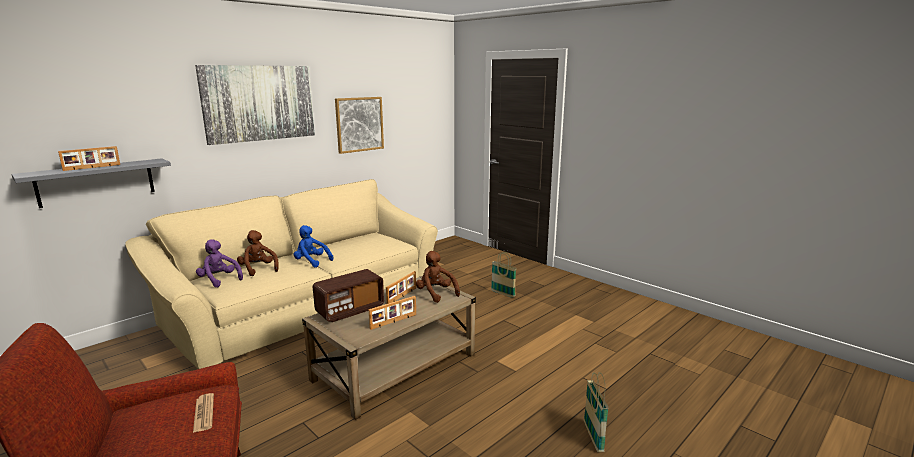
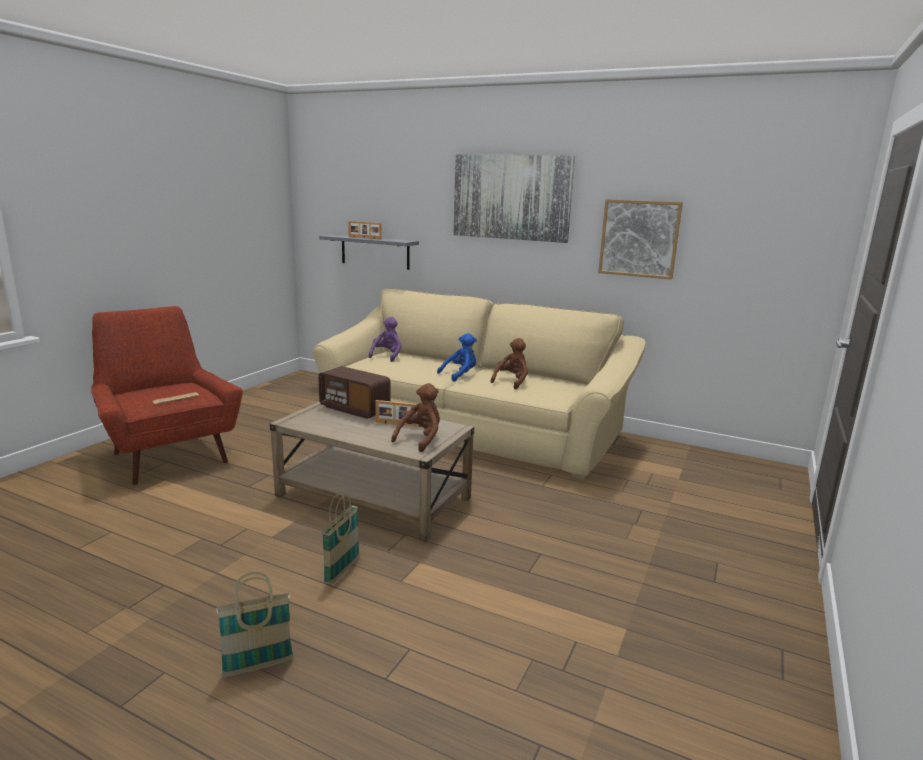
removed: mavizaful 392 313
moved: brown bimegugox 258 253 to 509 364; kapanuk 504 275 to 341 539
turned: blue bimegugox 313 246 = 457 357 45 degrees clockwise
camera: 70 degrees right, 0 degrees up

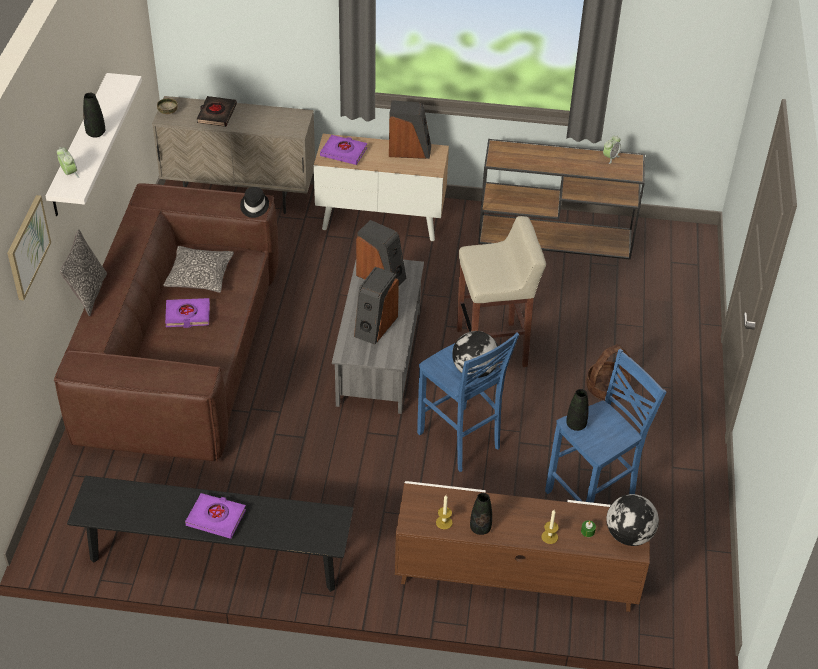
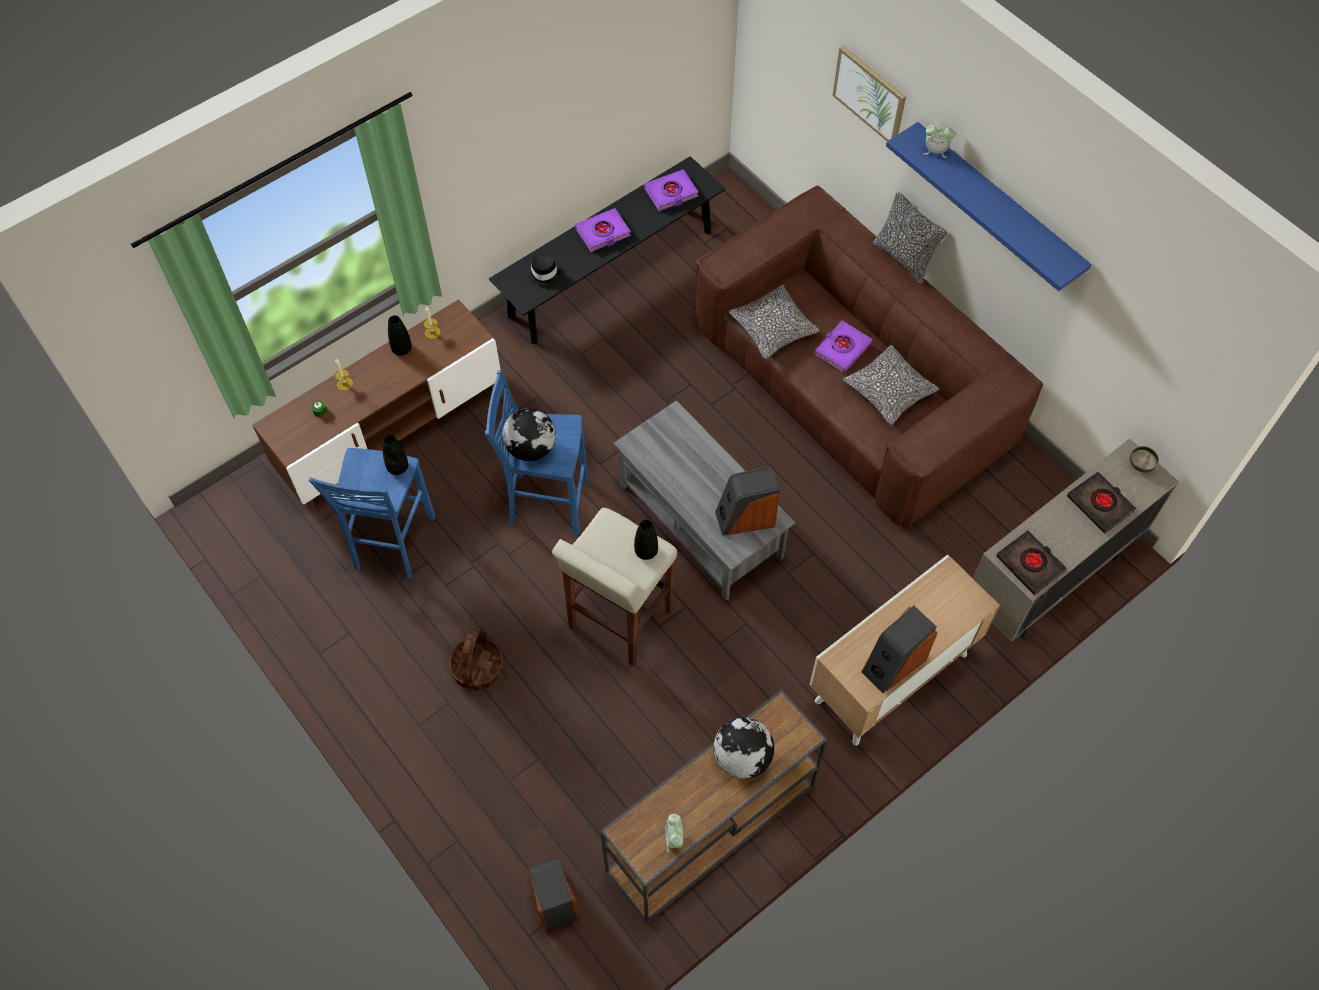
added: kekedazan 774 322; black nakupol 1031 563
moved: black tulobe 94 115 to 646 540; purple nakupol 343 150 to 671 190; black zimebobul 254 202 to 544 269; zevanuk 376 306 to 554 894; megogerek 632 520 to 743 748
recoloured: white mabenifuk 94 144 to blue mabenifuk 989 206
camera: 135 degrees right, 15 degrees up

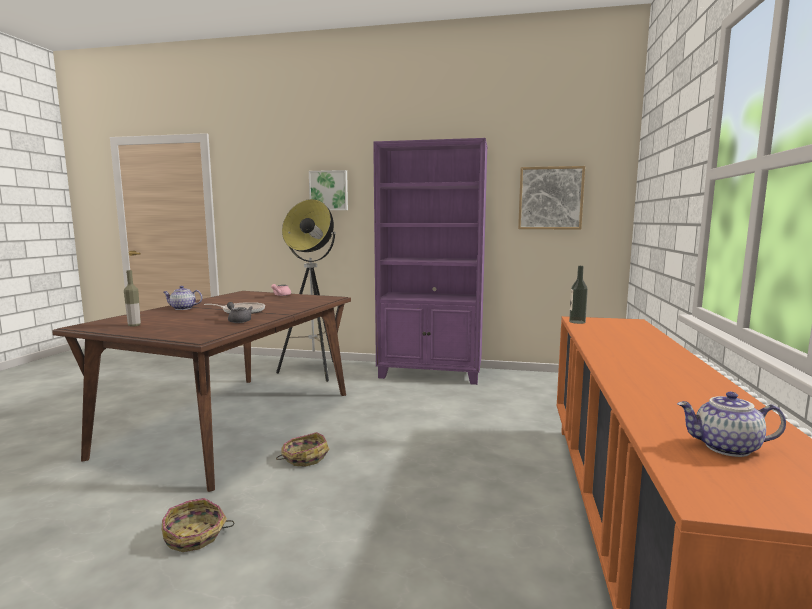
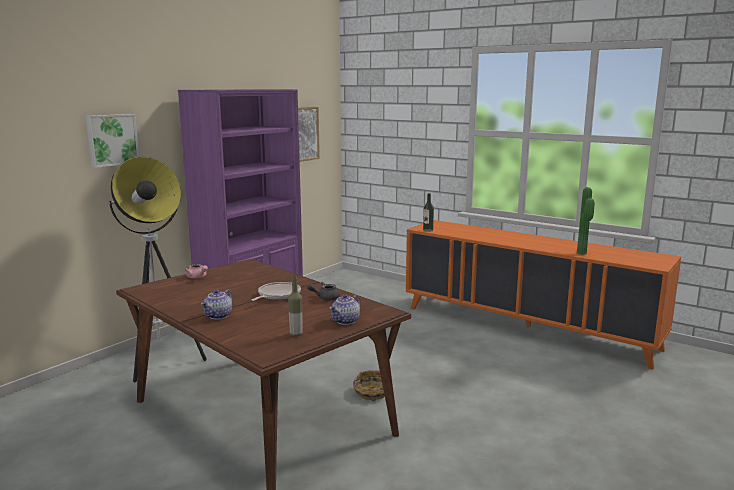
removed: kapanuk 198 525
added: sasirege 586 221
moved: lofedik 731 424 to 345 309
camera: 65 degrees left, 5 degrees up

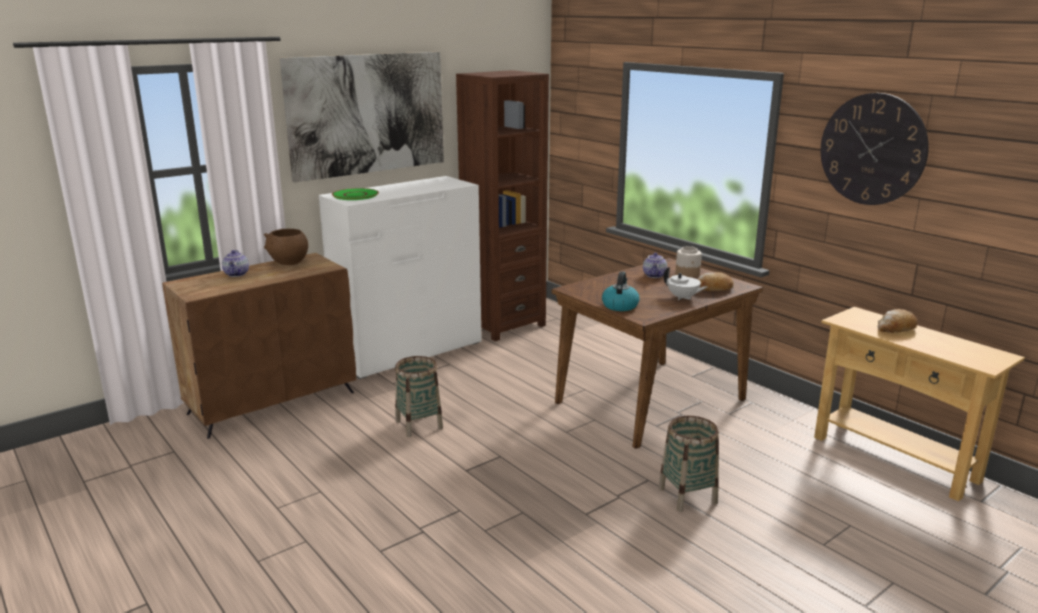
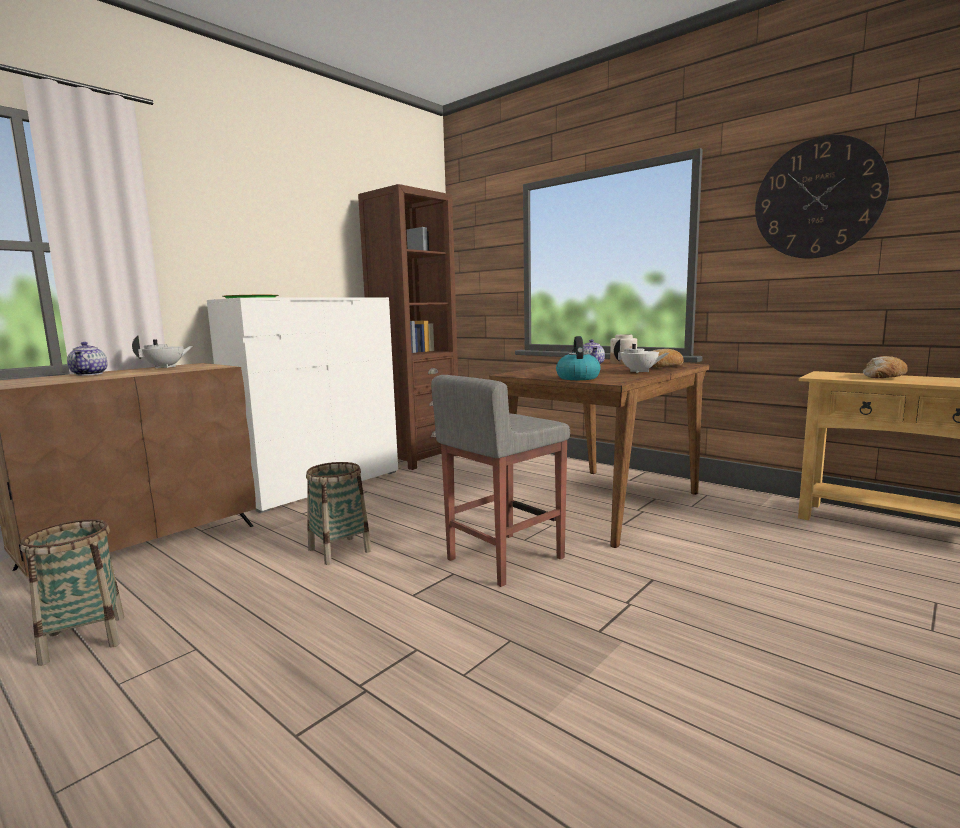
removed: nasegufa 362 117
added: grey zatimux 500 481
moved: kapanuk 688 464 to 72 592
replaced: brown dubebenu 286 247 to white lofedik 162 352
camera: 10 degrees left, 10 degrees down

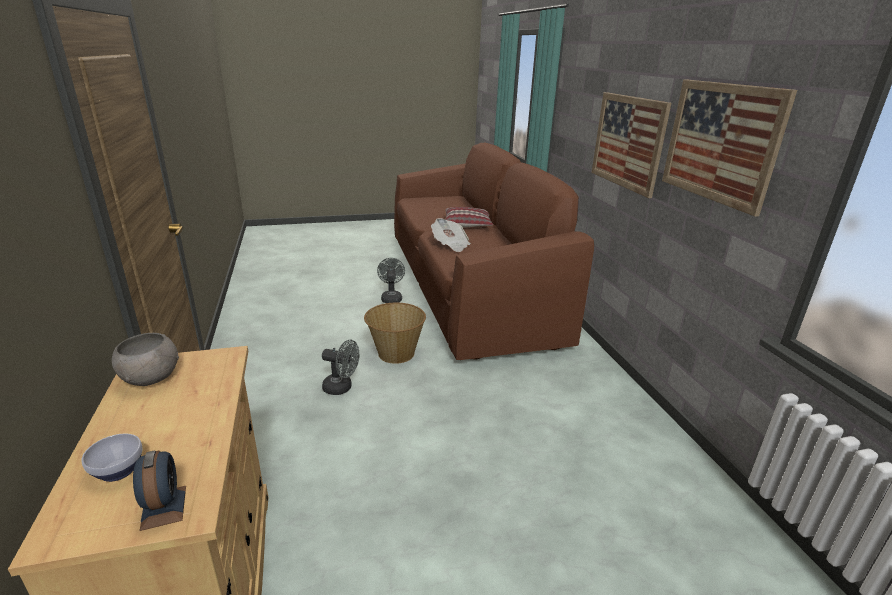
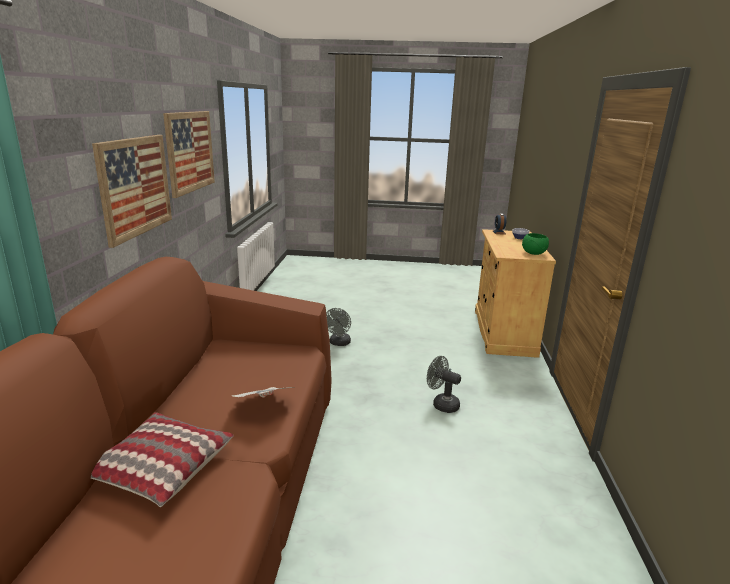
removed: kapanuk 395 333
moved: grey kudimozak 391 280 to 338 327
recoloured: grey dubebenu 145 359 to green dubebenu 535 244
camera: 160 degrees left, 5 degrees down

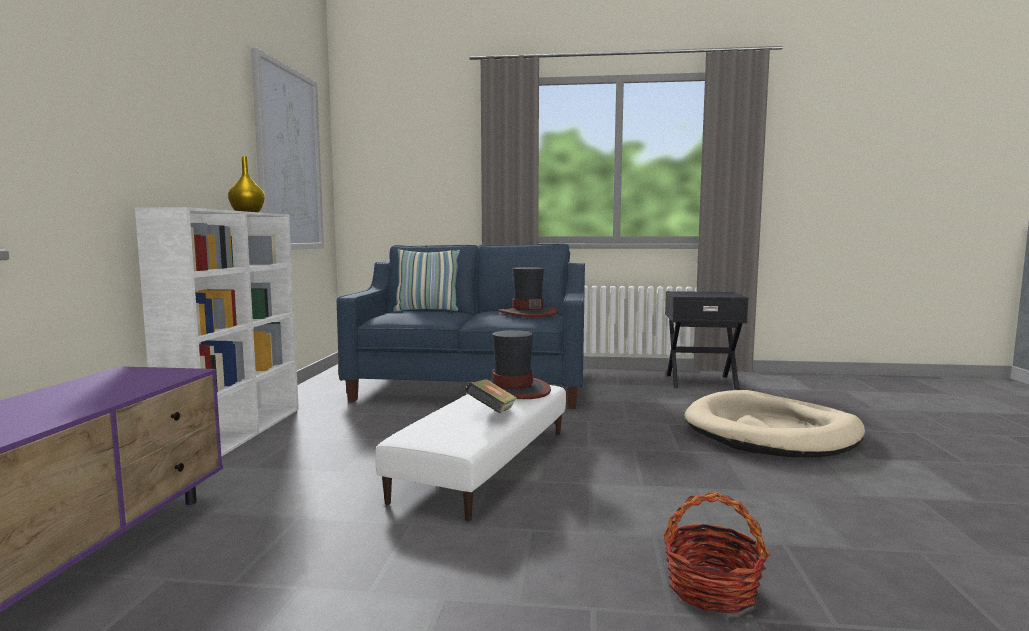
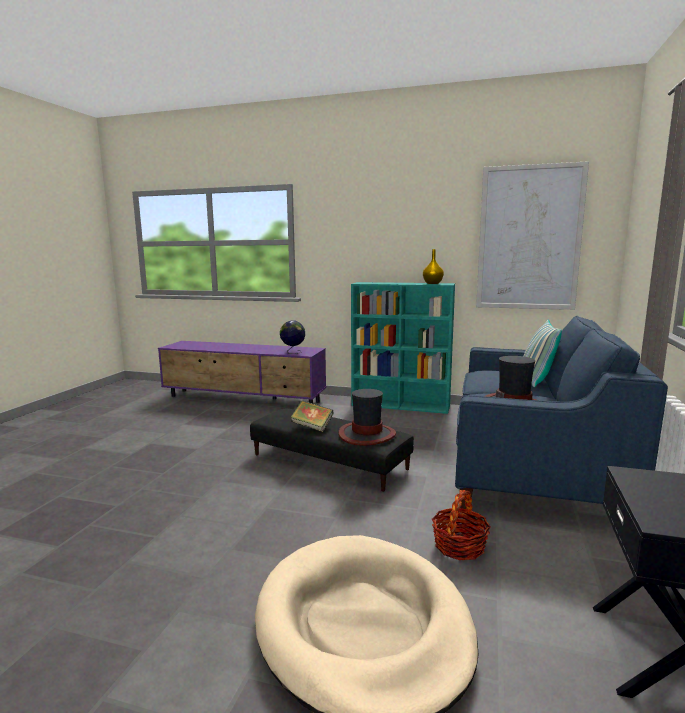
added: megogerek 292 337
moved: kapanuk 716 552 to 461 525
recoloured: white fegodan 217 332 to turquoise fegodan 403 348; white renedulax 470 453 to black renedulax 332 450
camera: 100 degrees right, 5 degrees up

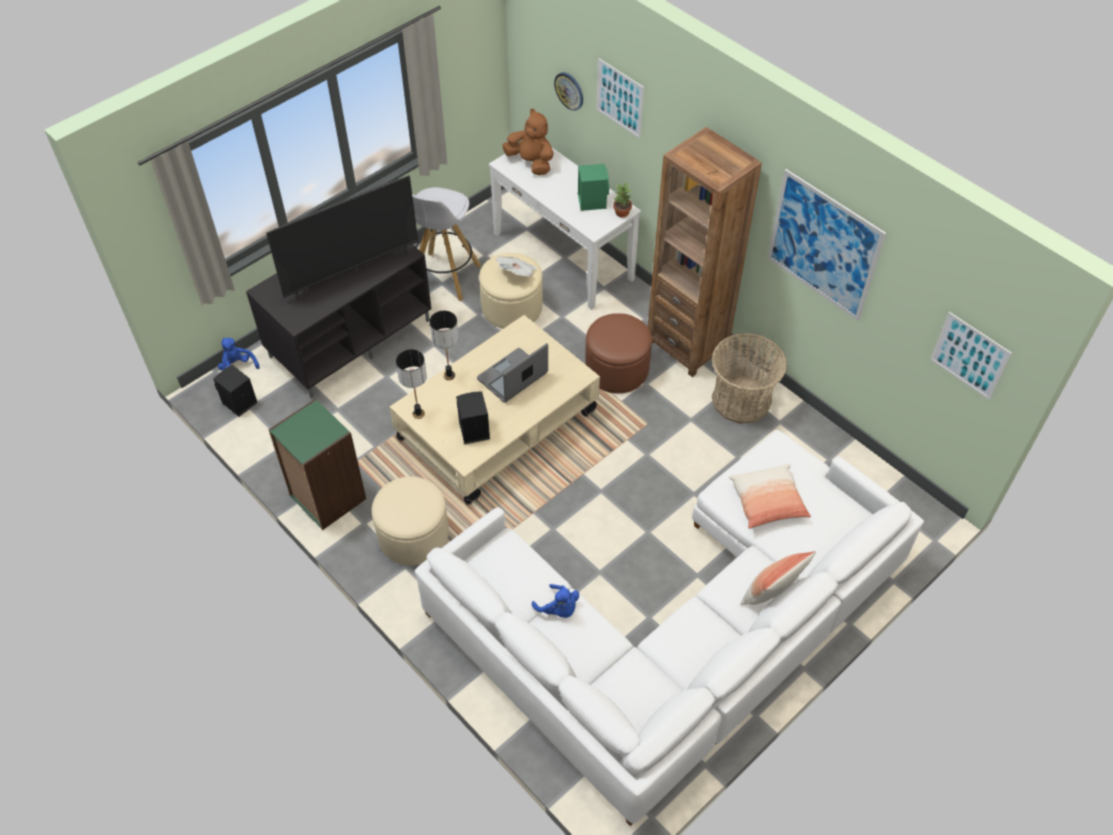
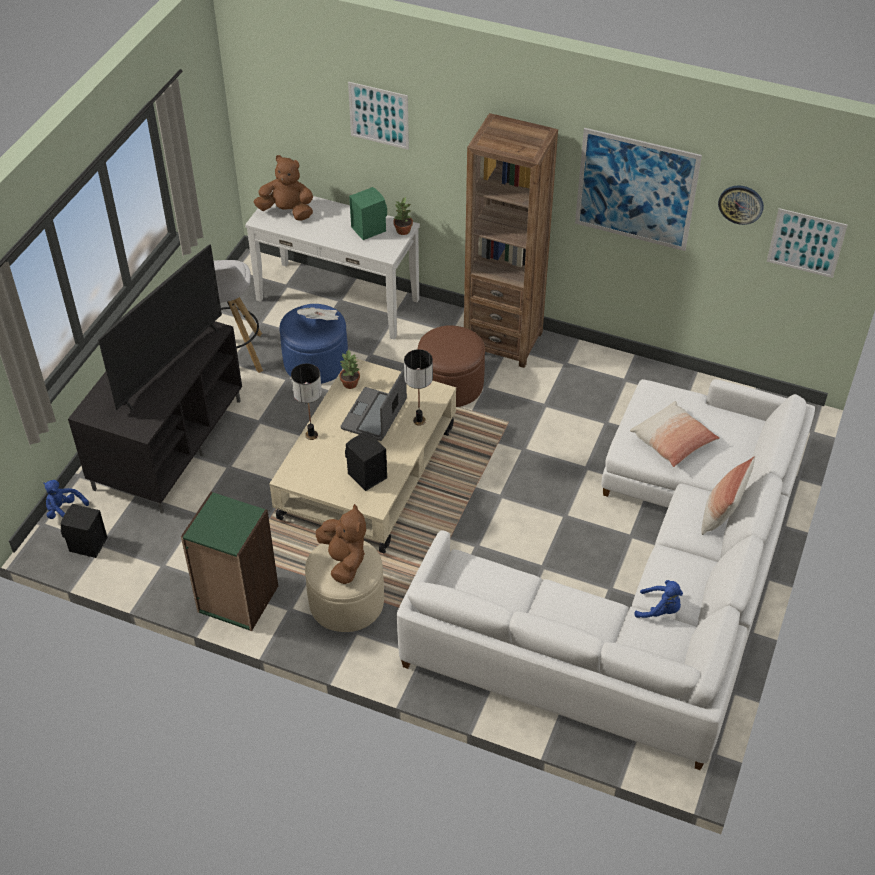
removed: kapanuk 749 378
added: sasirege 349 369; brown bimegugox 341 544
moved: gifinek 568 91 to 741 205; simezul 411 384 to 418 387; blue bimegugox 555 601 to 658 599
recoloured: beige renedulax 511 291 to blue renedulax 313 344
camera: 25 degrees left, 5 degrees down

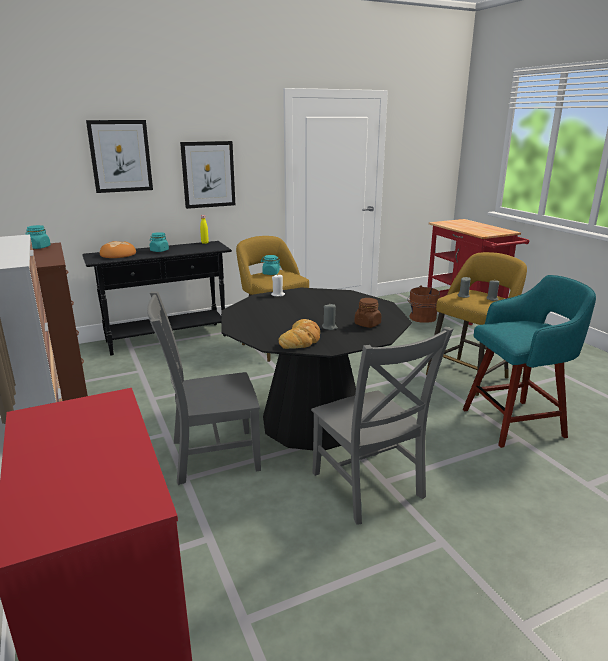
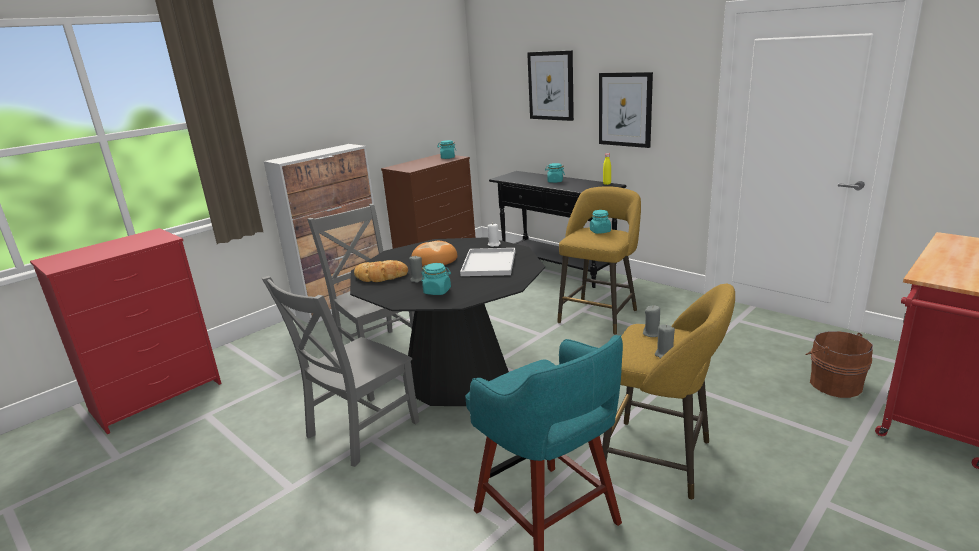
added: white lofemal 487 262
moved: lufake 118 249 to 434 254
recoloured: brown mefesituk 367 313 to turquoise mefesituk 436 279
camera: 70 degrees right, 0 degrees up

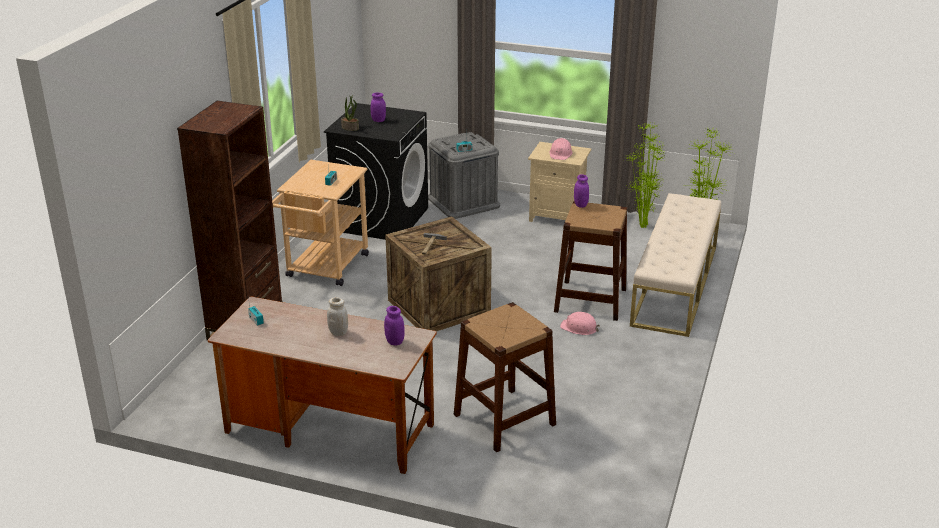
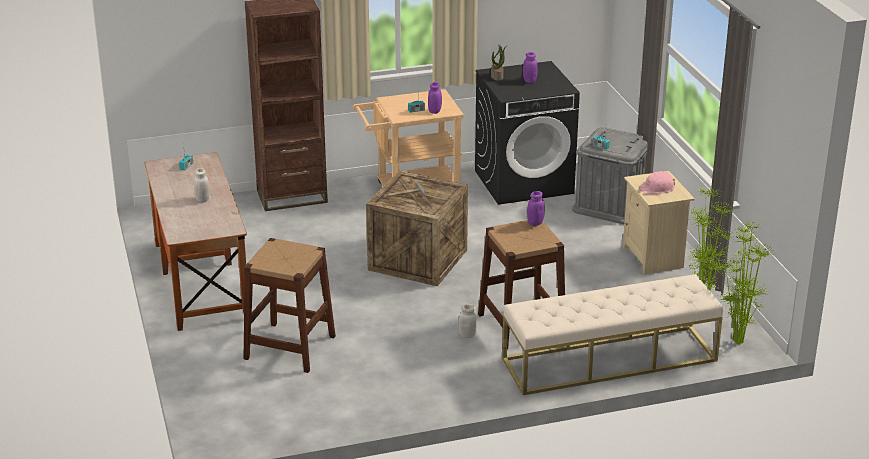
moved: purple mefesituk 394 326 to 435 98
replaced: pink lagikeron 580 323 to white mefesituk 468 321
camera: 55 degrees right, 0 degrees up

